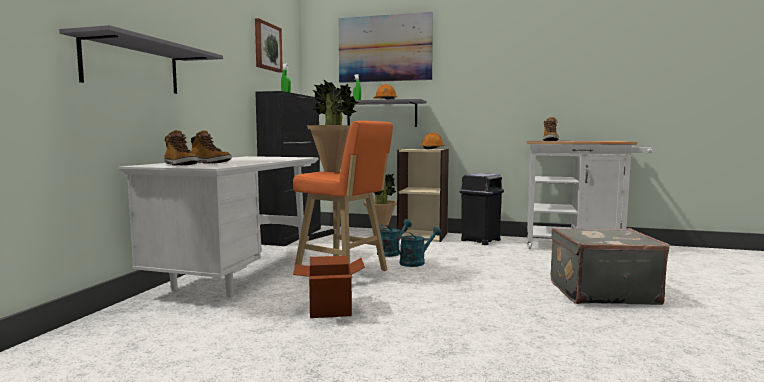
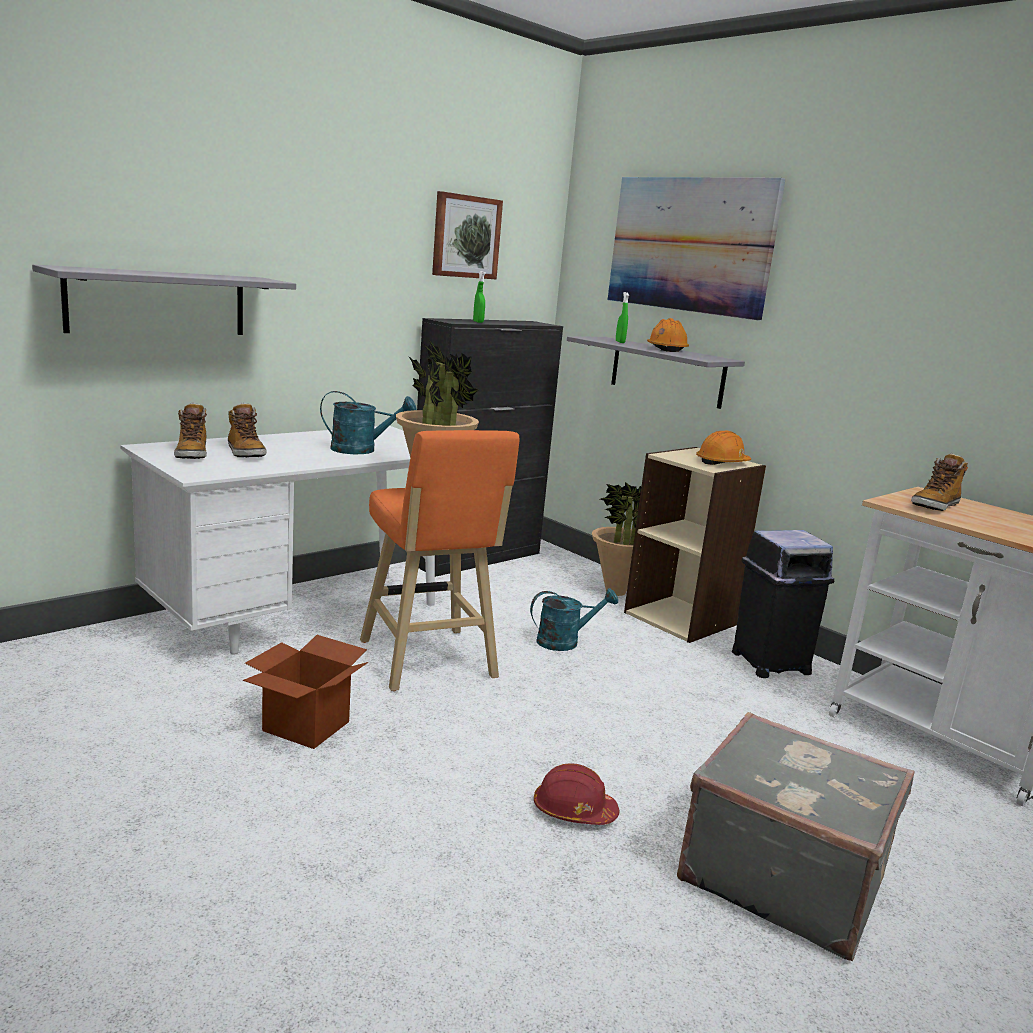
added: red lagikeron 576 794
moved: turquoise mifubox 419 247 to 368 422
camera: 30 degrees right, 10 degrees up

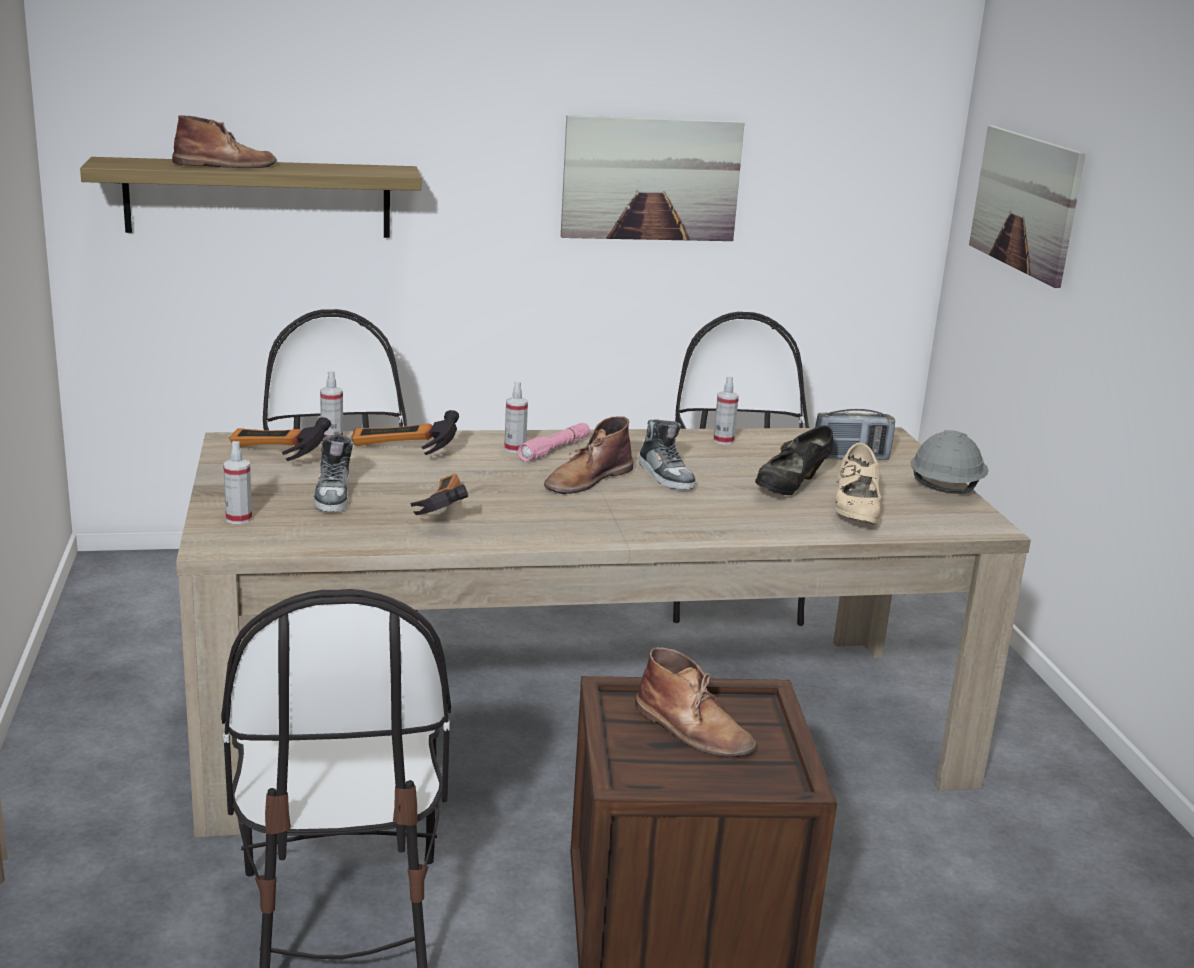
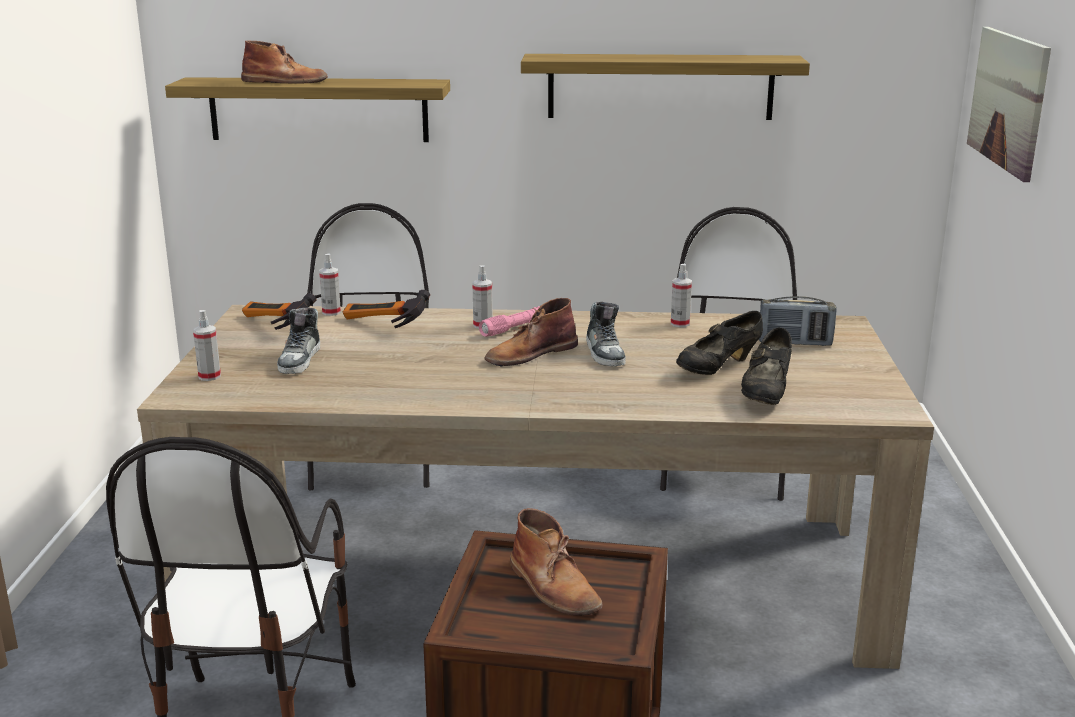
removed: grey lagikeron 949 462; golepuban 439 494
replaced: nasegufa 652 178 to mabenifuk 665 87
recoloured: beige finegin 858 483 to black finegin 766 366
camera: 15 degrees right, 0 degrees up

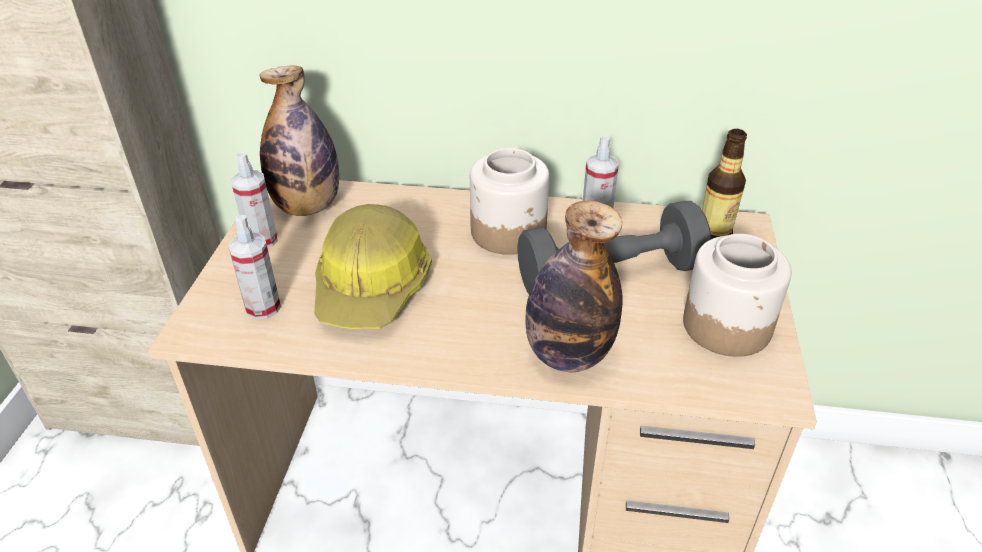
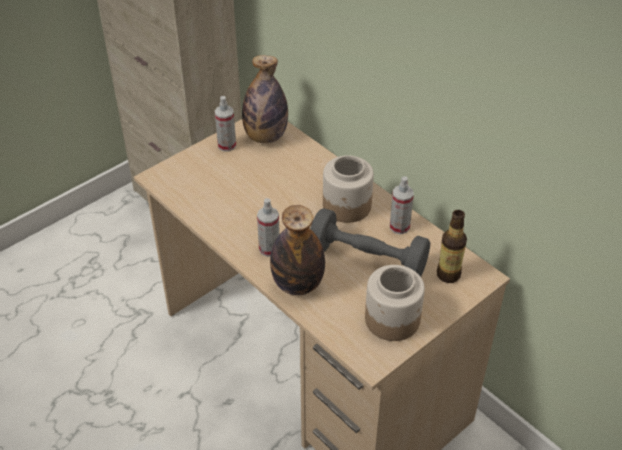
removed: lagikeron 373 266
moved: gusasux 254 267 to 268 227
camera: 40 degrees right, 5 degrees up

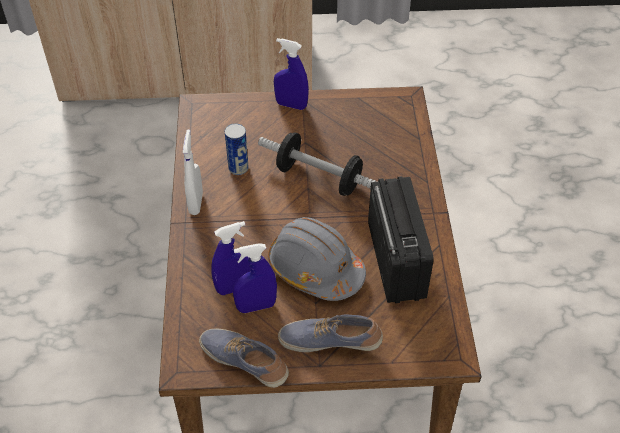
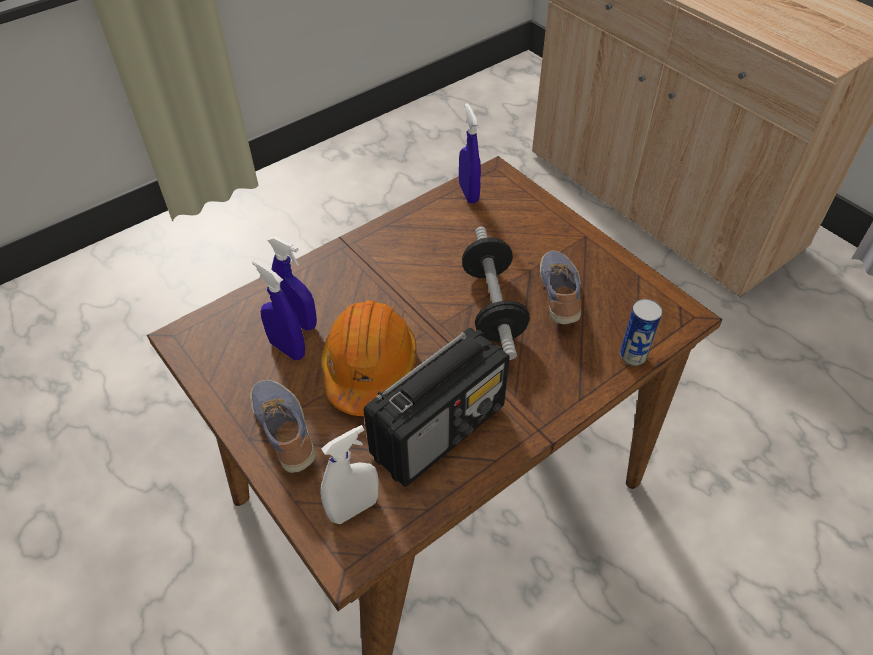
moved: blue gusasux 291 74 to 470 153; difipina 237 149 to 641 332; white gusasux 193 172 to 350 474; finegin 244 358 to 560 287
recoloured: grey lagikeron 317 259 to orange lagikeron 369 358
camera: 55 degrees right, 0 degrees up

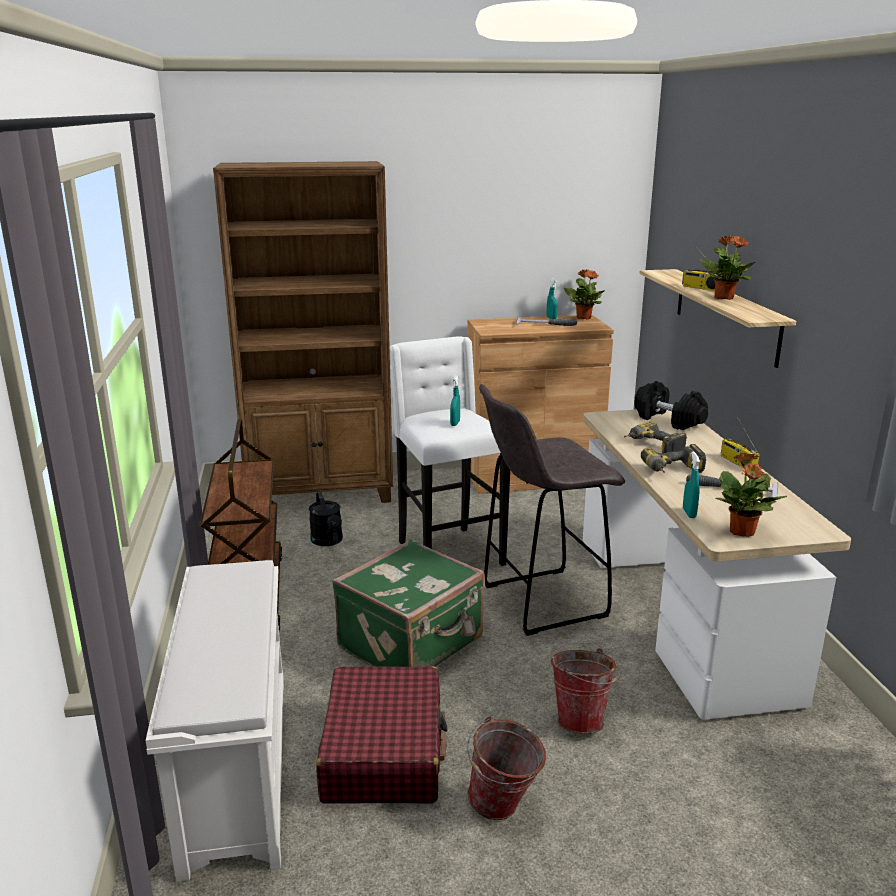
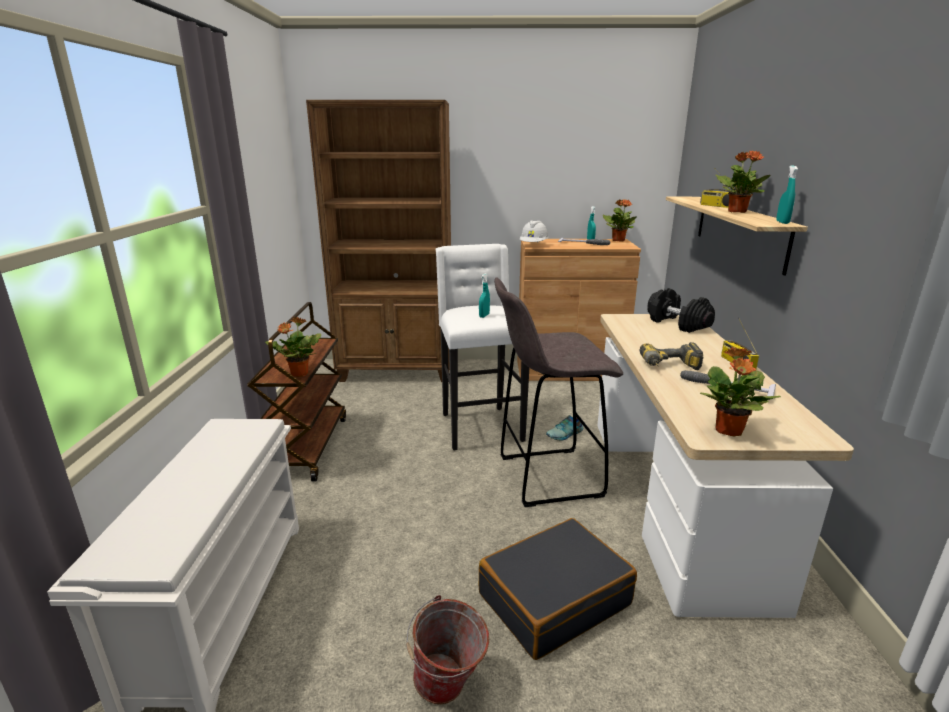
removed: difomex 655 437; black mifubox 326 519; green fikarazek 408 603; red fikarazek 382 735
added: white lagikeron 534 231; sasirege 293 346; finegin 564 428
moved: turquoise gusasux 691 484 to 787 194
replaced: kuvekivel 585 691 to black fikarazek 558 589
camera: 10 degrees right, 0 degrees up

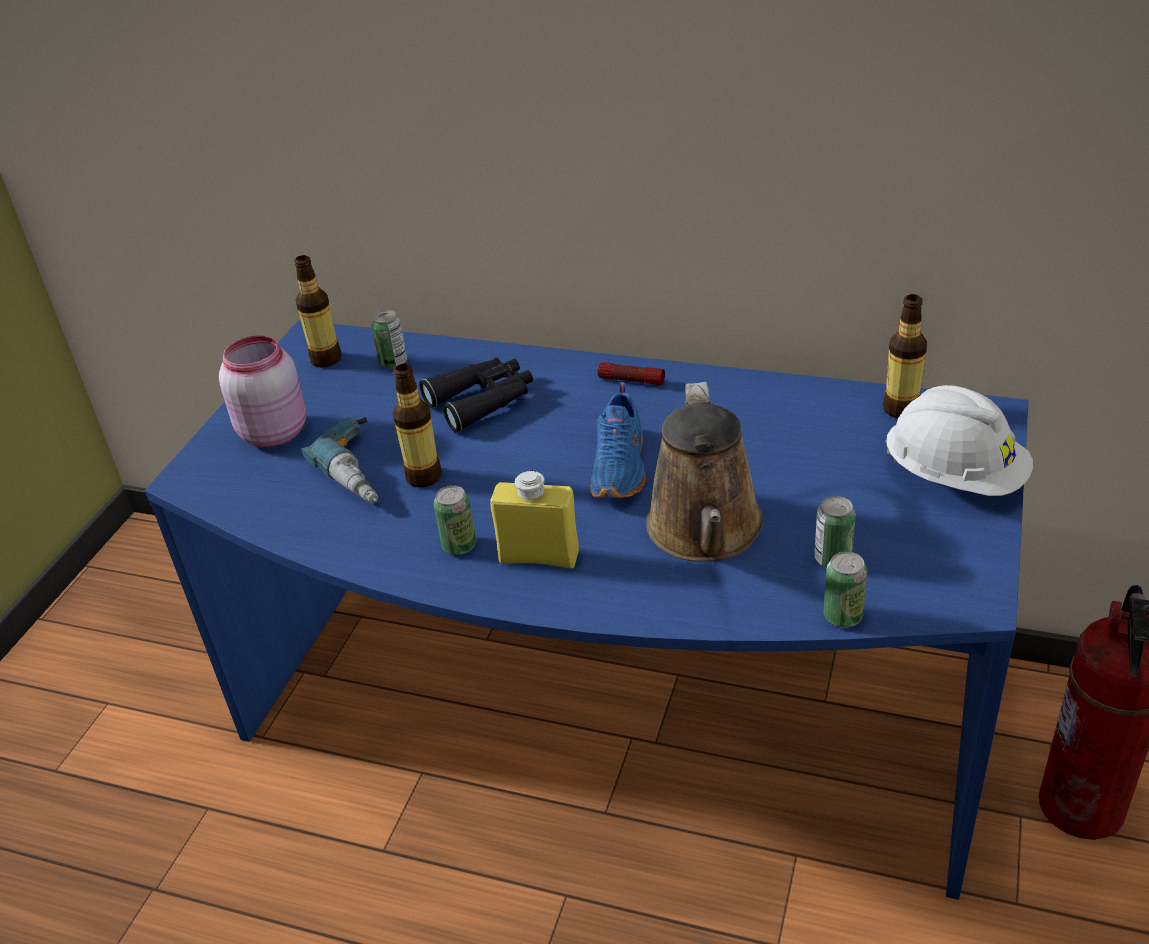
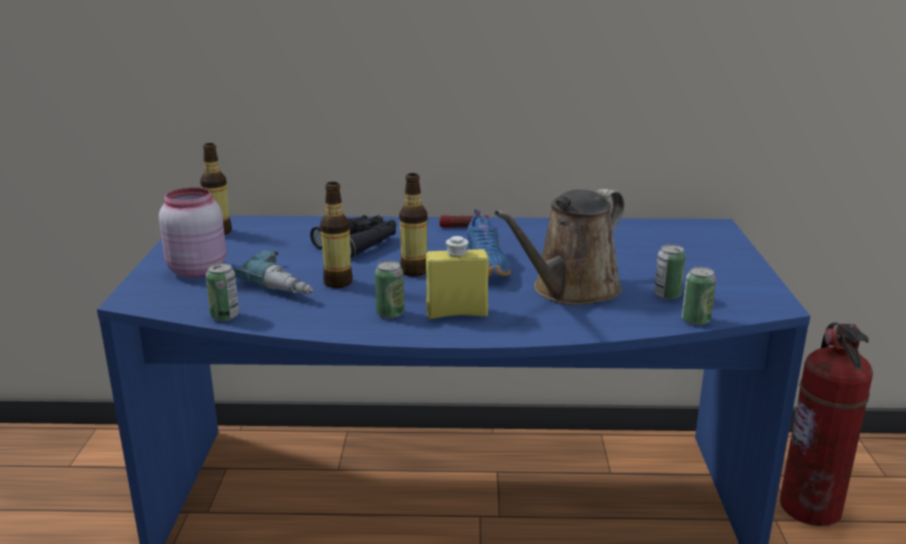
removed: white lagikeron 959 440
moved: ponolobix 905 356 to 413 224; difipina 389 339 to 222 292
turned: brown mifubox 705 472 = 559 246 60 degrees clockwise
camera: 20 degrees left, 15 degrees down

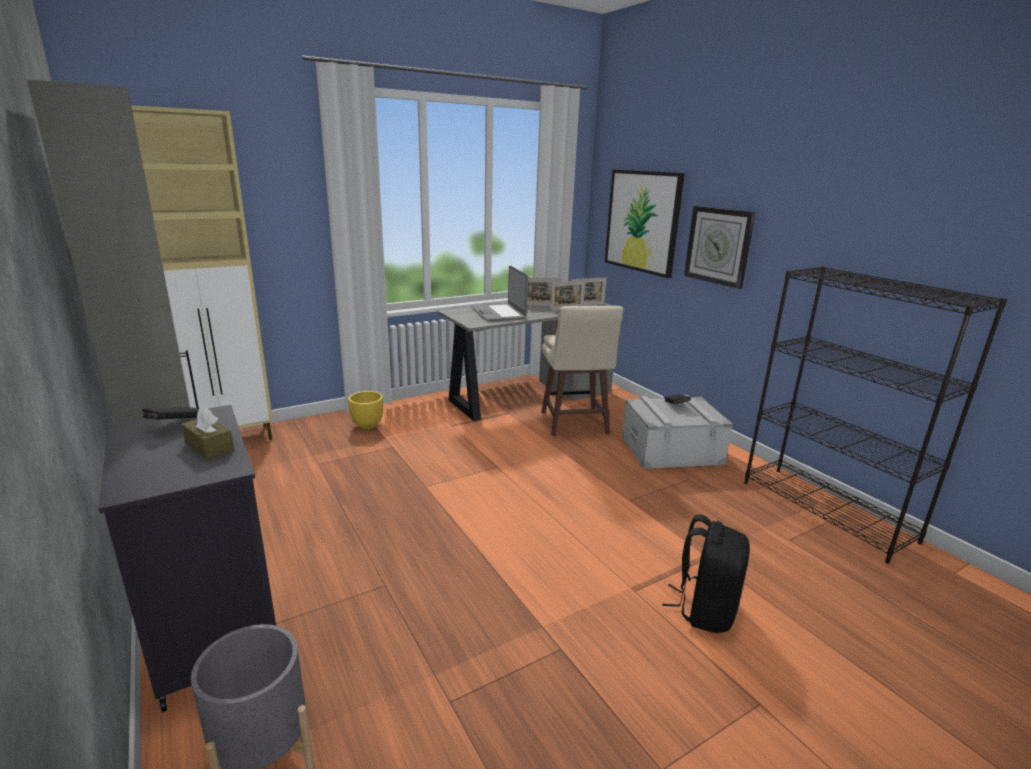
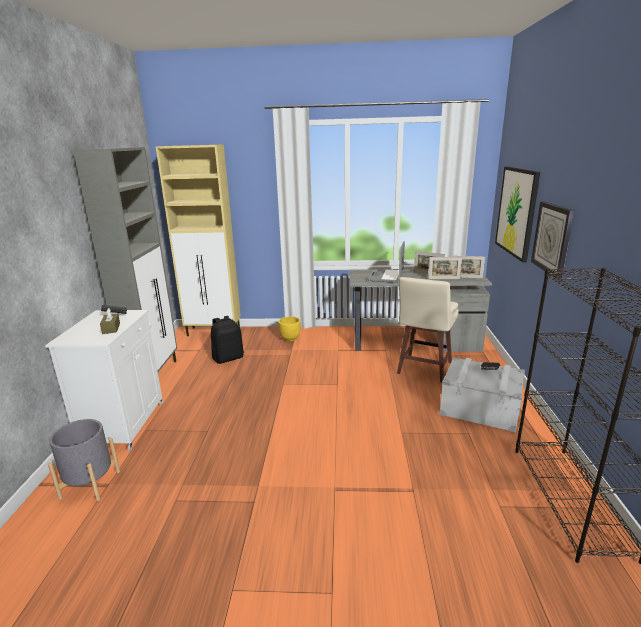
moved: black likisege 706 573 to 227 340
recoloured: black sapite 187 558 to white sapite 104 380
camera: 35 degrees right, 0 degrees up

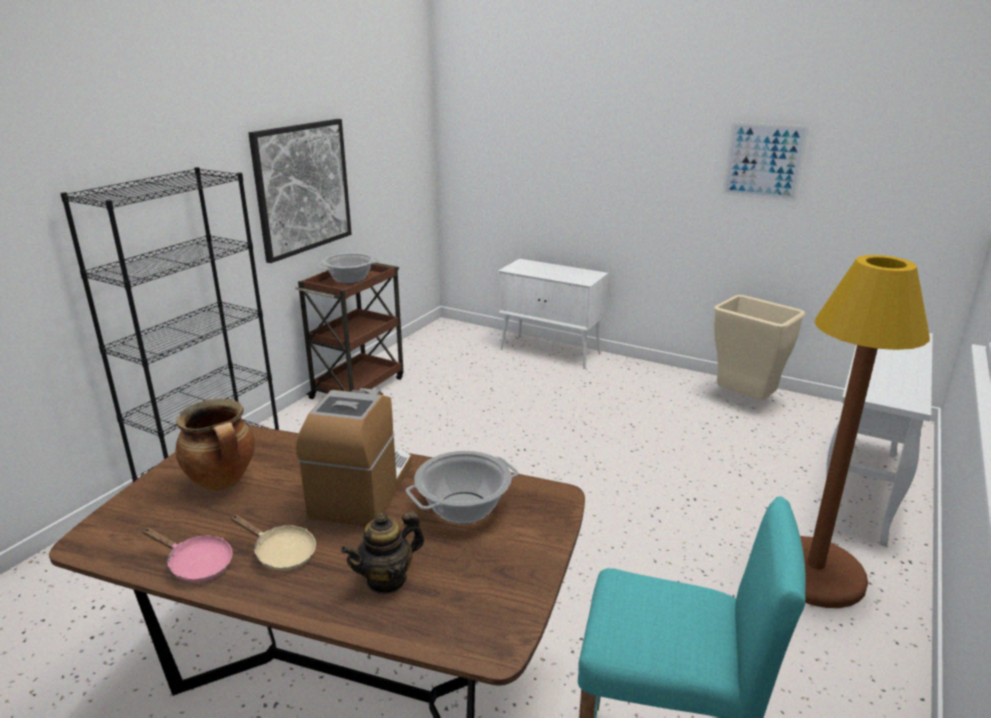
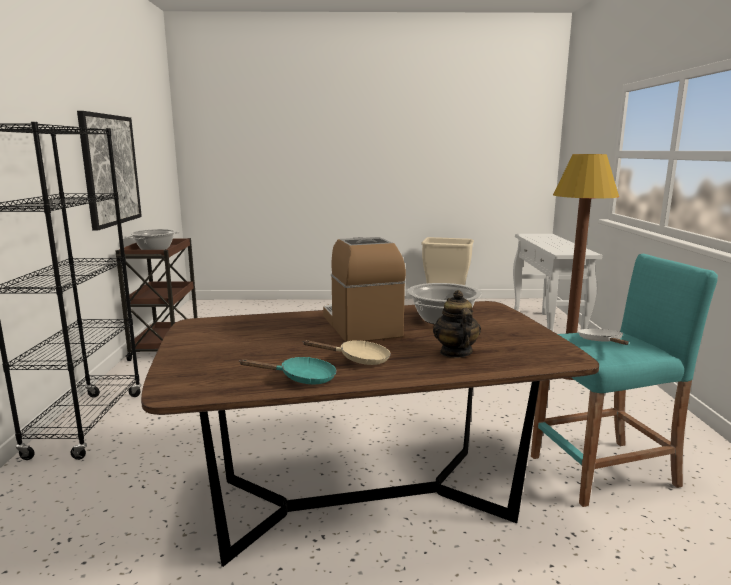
removed: nasegufa 766 162; white sapite 553 314; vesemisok 215 445
added: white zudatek 603 337
recoloured: pink zudatek 187 554 to turquoise zudatek 288 370
turned: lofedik 382 553 = 457 324 150 degrees clockwise
camera: 30 degrees left, 10 degrees down

